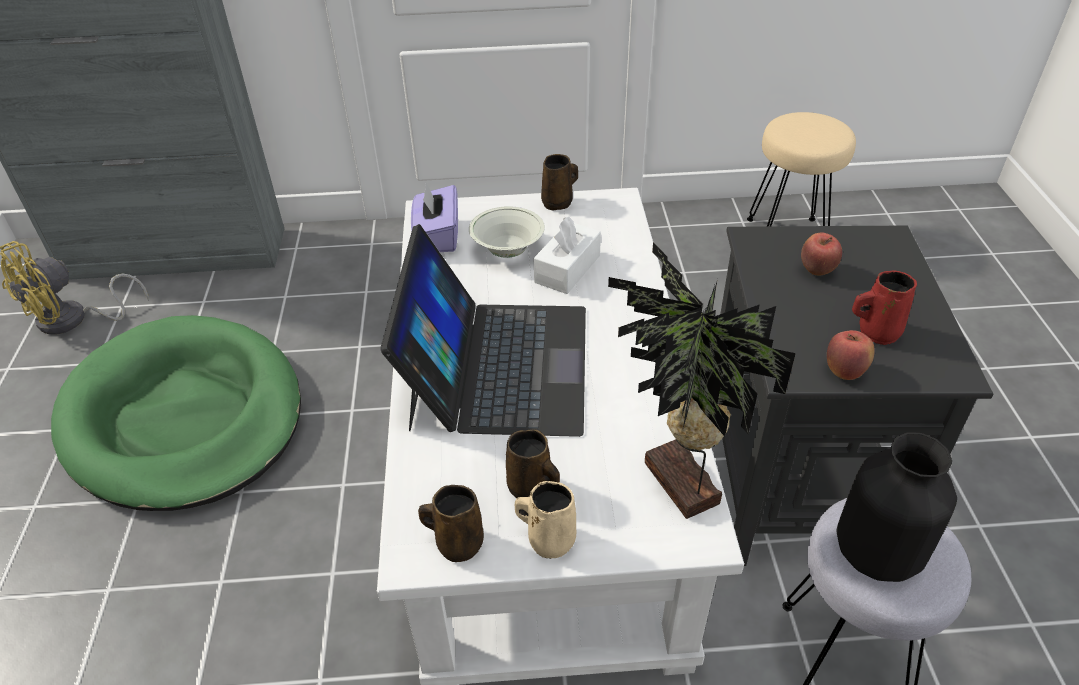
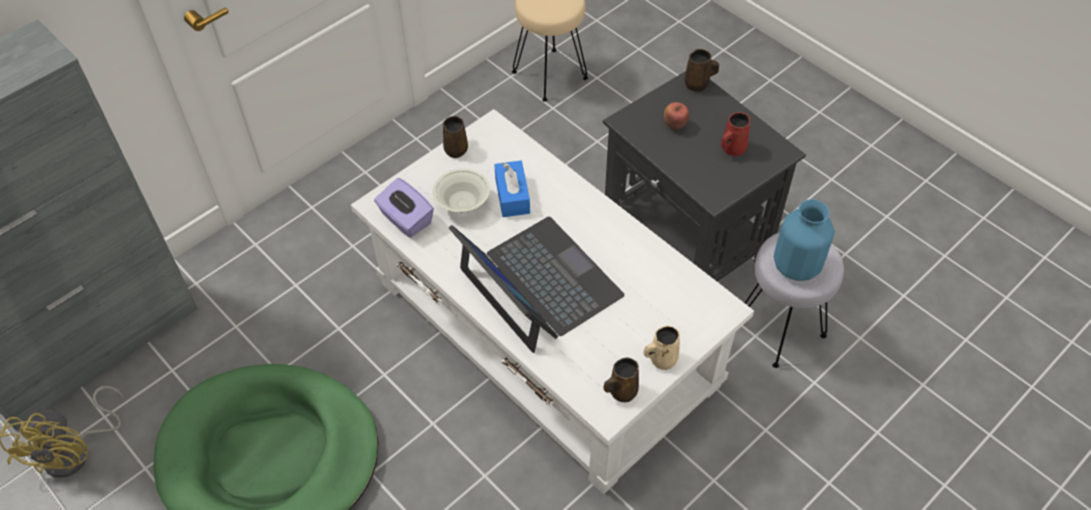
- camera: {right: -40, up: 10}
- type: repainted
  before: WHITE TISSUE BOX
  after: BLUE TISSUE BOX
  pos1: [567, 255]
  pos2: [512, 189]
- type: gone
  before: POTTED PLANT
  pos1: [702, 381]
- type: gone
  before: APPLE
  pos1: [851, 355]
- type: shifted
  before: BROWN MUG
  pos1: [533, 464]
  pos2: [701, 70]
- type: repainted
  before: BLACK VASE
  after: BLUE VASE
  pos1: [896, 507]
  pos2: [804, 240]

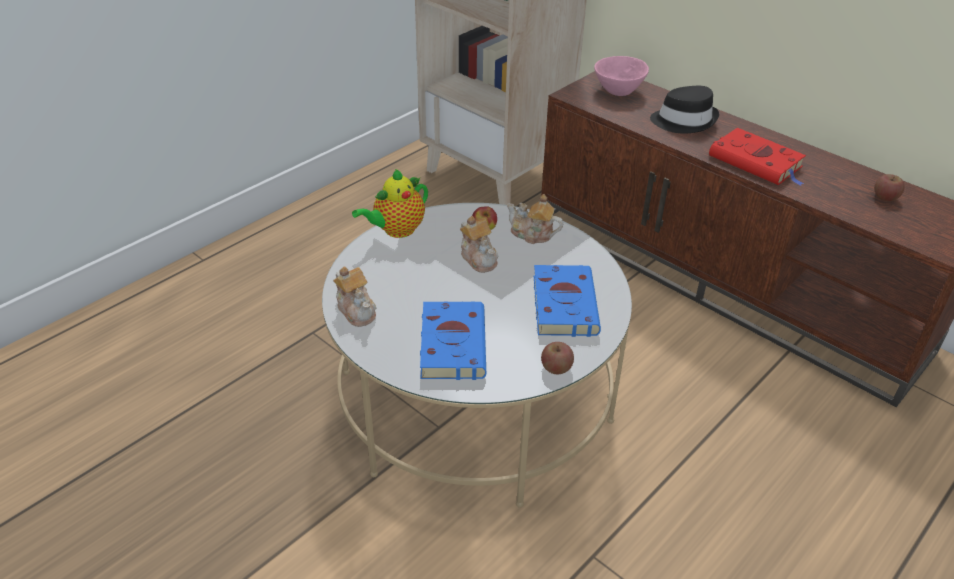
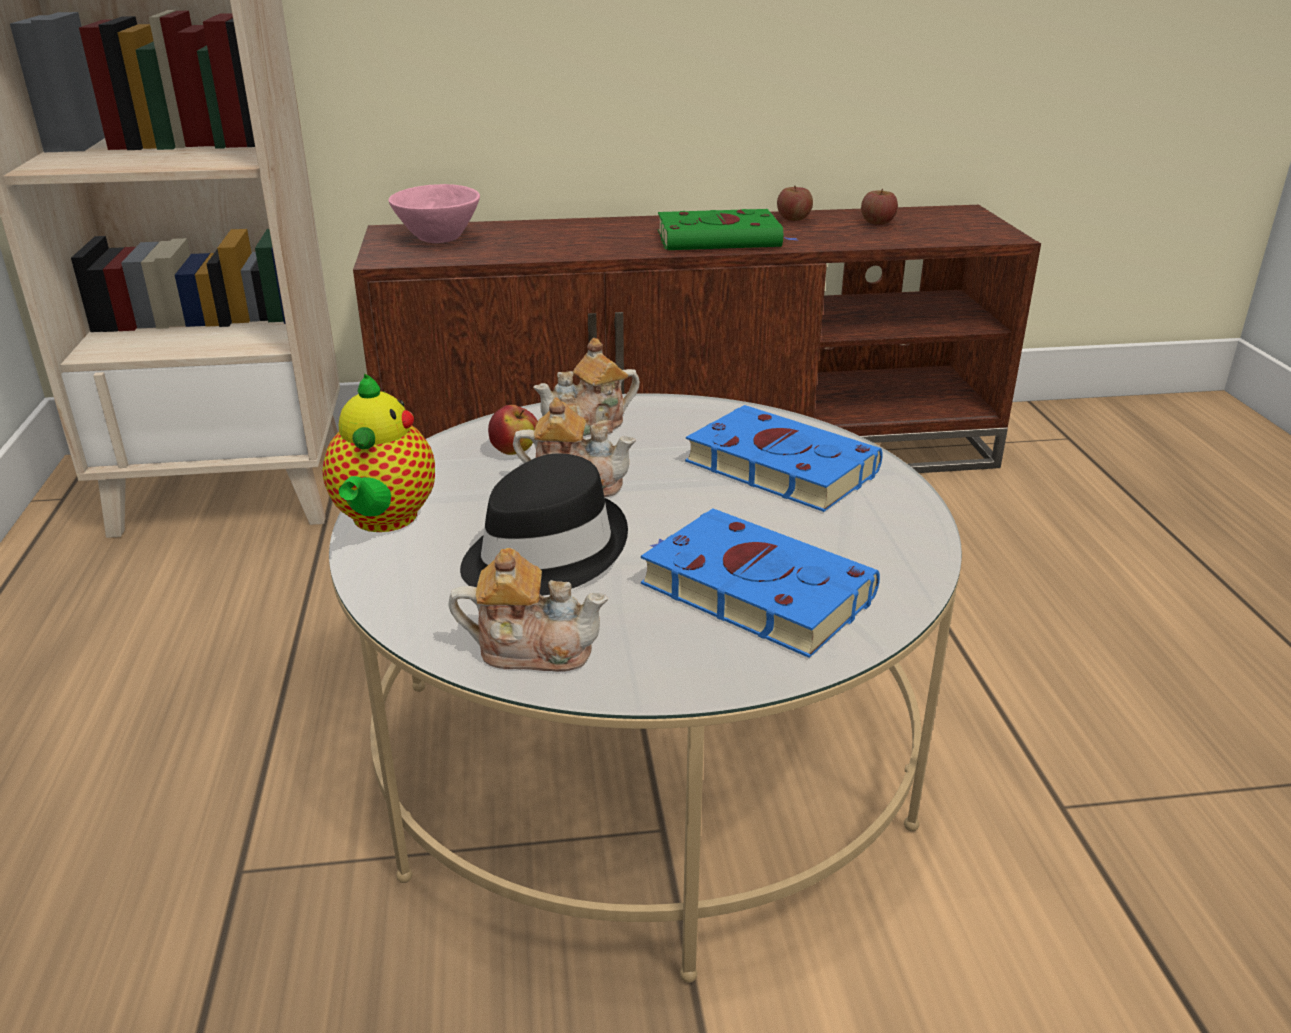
- camera: {right: -50, up: -10}
- type: shifted
  before: BLACK HAT
  pos1: [684, 110]
  pos2: [544, 525]
- type: repainted
  before: RED BOOK
  after: GREEN BOOK
  pos1: [757, 157]
  pos2: [727, 229]
- type: shifted
  before: APPLE
  pos1: [557, 358]
  pos2: [795, 203]

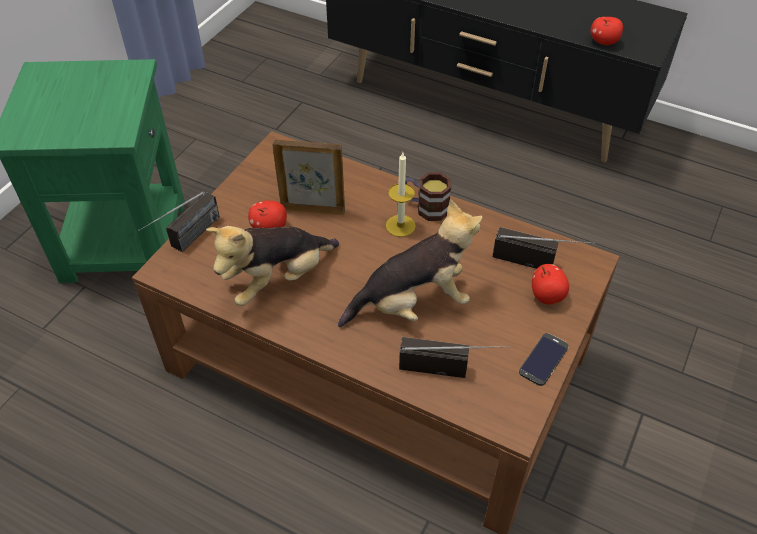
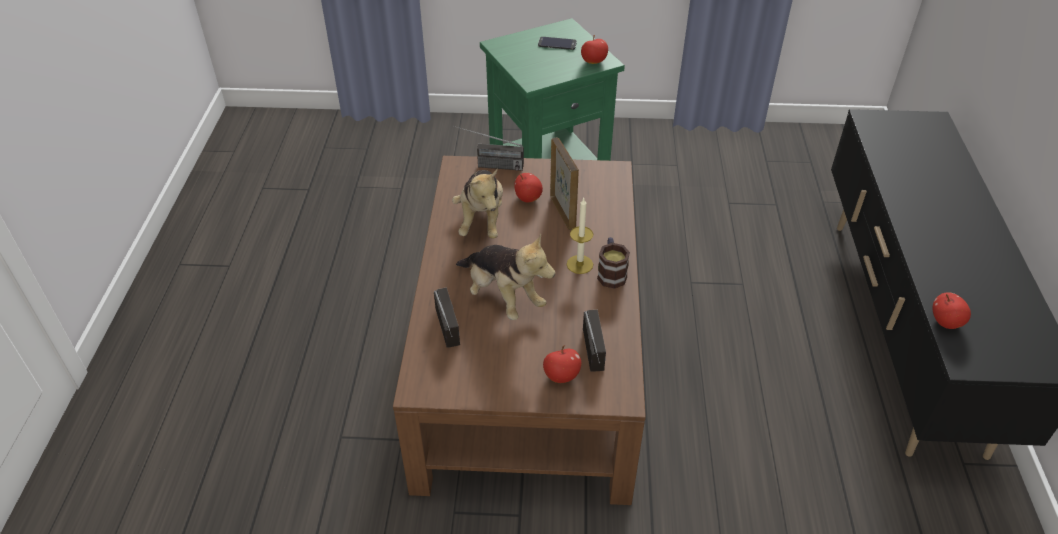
- camera: {right: 65, up: -5}
- type: rotated
  before: PLUSH TOY
  pos1: [272, 266]
  pos2: [477, 203]
  turn: -120
- type: shifted
  before: PHONE
  pos1: [544, 359]
  pos2: [557, 43]
- type: new
  after: APPLE
  pos2: [594, 49]

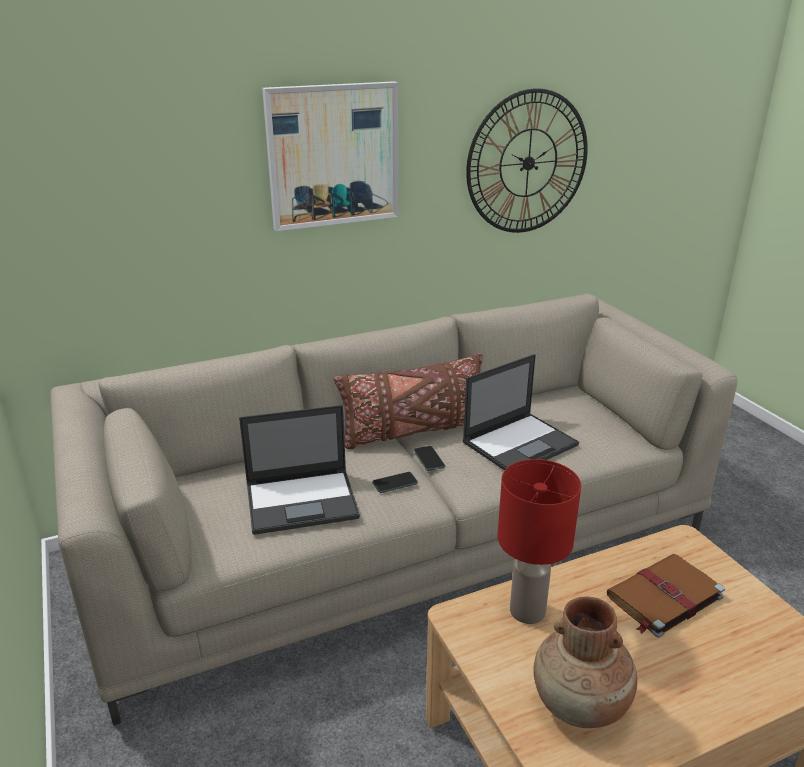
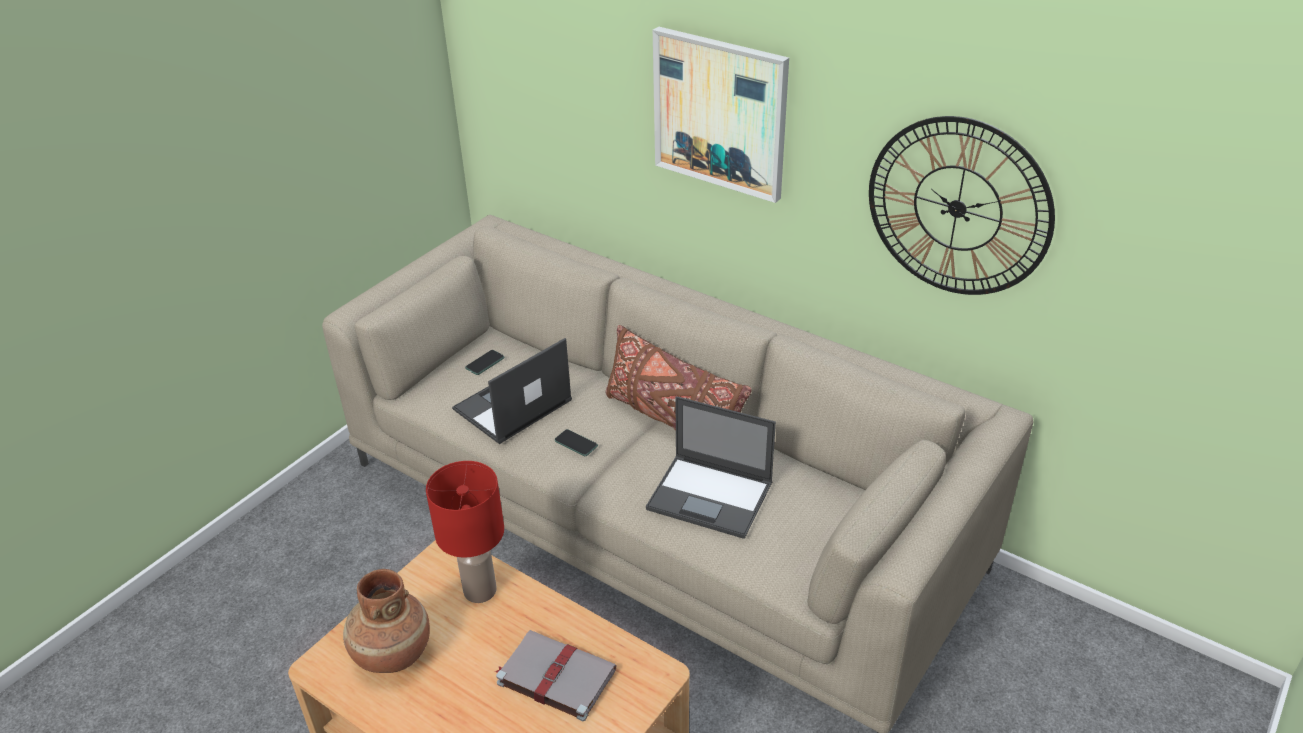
- camera: {right: 60, up: 10}
- type: rotated
  before: LAPTOP
  pos1: [299, 470]
  pos2: [512, 391]
  turn: 90
- type: shifted
  before: PHONE
  pos1: [429, 458]
  pos2: [484, 362]
- type: repainted
  before: BROWN BOOK
  after: GREY BOOK
  pos1: [666, 596]
  pos2: [556, 675]

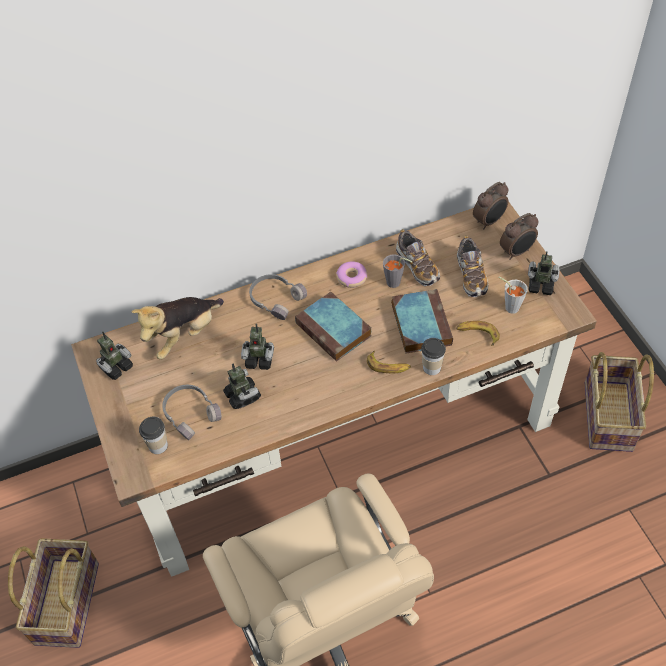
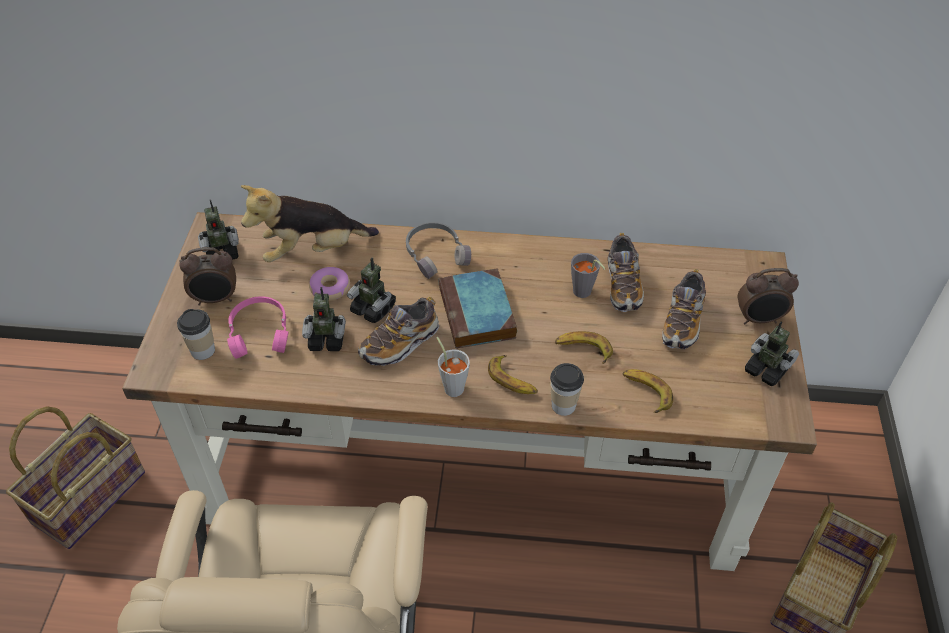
- camera: {right: 25, up: -5}
- type: shifted
  before: ALARM CLOCK
  pos1: [490, 205]
  pos2: [207, 276]
- type: shifted
  before: DONUT
  pos1: [351, 274]
  pos2: [329, 284]
- type: shifted
  before: GREY CUP
  pos1: [513, 295]
  pos2: [453, 367]
- type: swapped
  before: BOOK
  after: BANANA
  pos1: [422, 321]
  pos2: [584, 347]
- type: rotated
  before: TOY ROBOT
  pos1: [242, 386]
  pos2: [324, 319]
  turn: 90
- type: repainted
  before: GREY HEADPHONES
  after: PINK HEADPHONES
  pos1: [191, 412]
  pos2: [257, 327]
- type: new
  after: SHOE
  pos2: [399, 331]

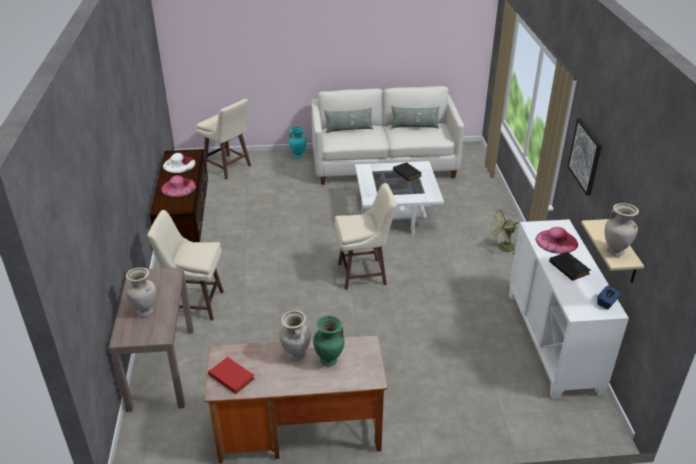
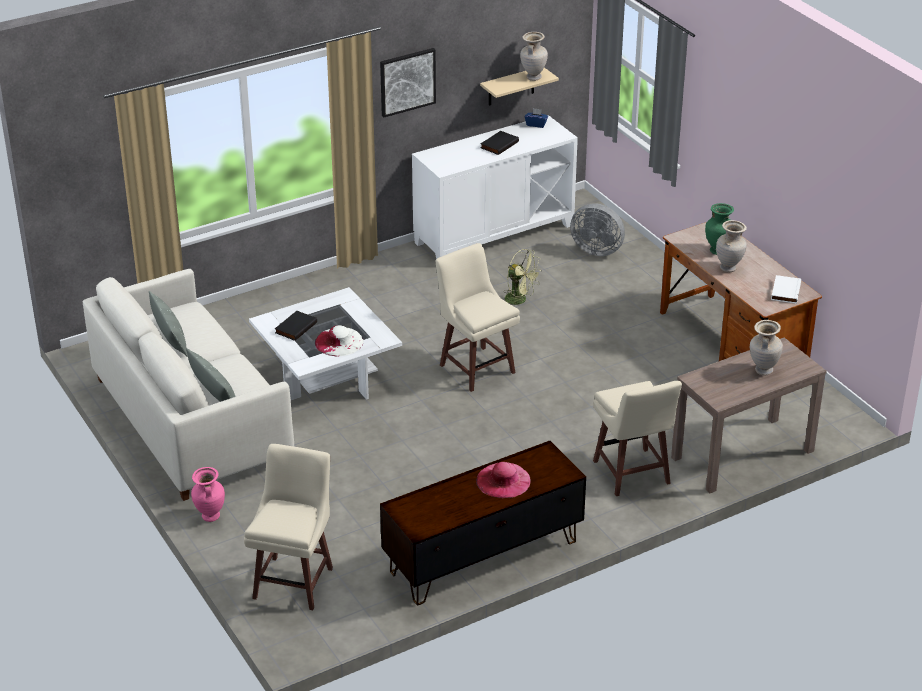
- camera: {right: -115, up: 0}
- type: repainted
  before: TURQUOISE VASE
  after: PINK VASE
  pos1: [298, 142]
  pos2: [208, 494]
- type: shifted
  before: WHITE HAT
  pos1: [179, 163]
  pos2: [339, 340]
- type: shifted
  before: GREEN FAN
  pos1: [503, 232]
  pos2: [523, 277]
- type: gone
  before: PINK HAT
  pos1: [557, 240]
- type: repainted
  before: RED BOOK
  after: WHITE BOOK
  pos1: [231, 375]
  pos2: [786, 289]
- type: new
  after: GREY FAN
  pos2: [597, 229]

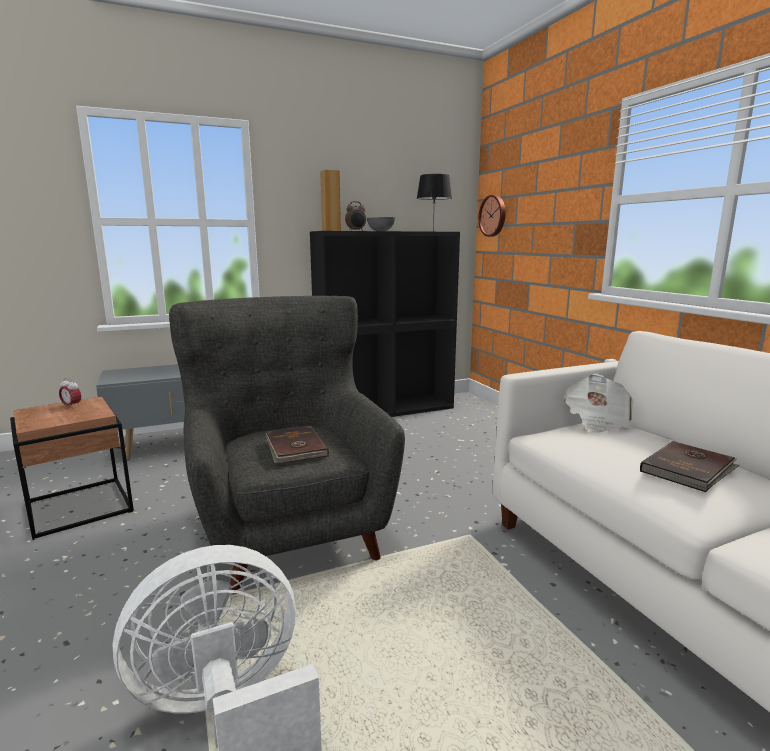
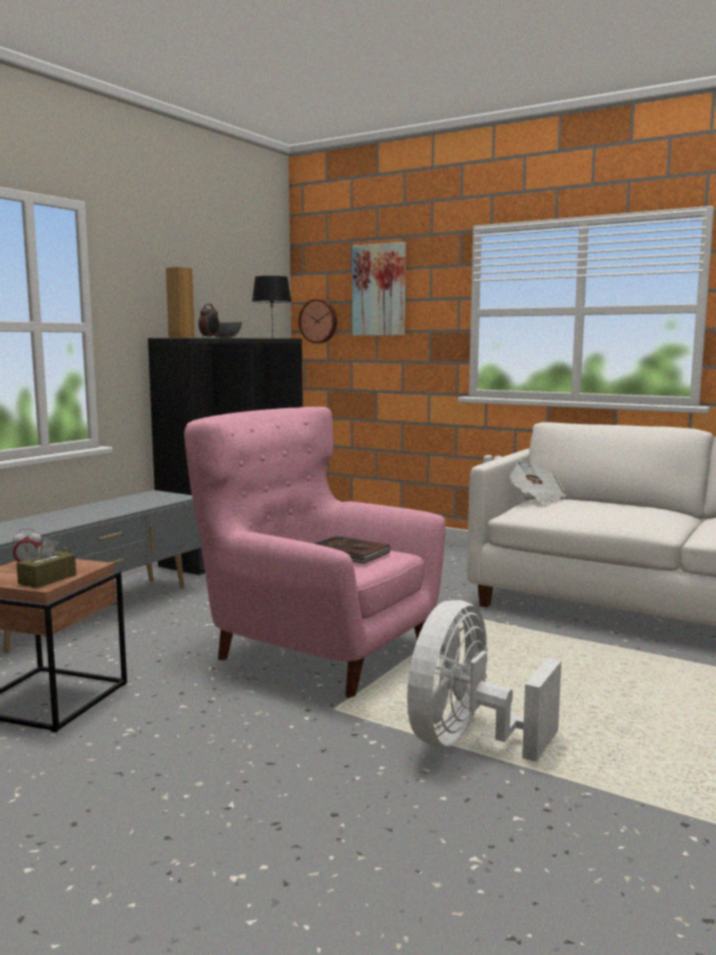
- camera: {right: -35, up: -5}
- type: repainted
  before: GREY ARMCHAIR
  after: PINK ARMCHAIR
  pos1: [287, 445]
  pos2: [315, 552]
- type: gone
  before: BROWN BOOK
  pos1: [690, 466]
- type: new
  after: PICTURE
  pos2: [379, 289]
- type: new
  after: BROWN TISSUE BOX
  pos2: [46, 563]

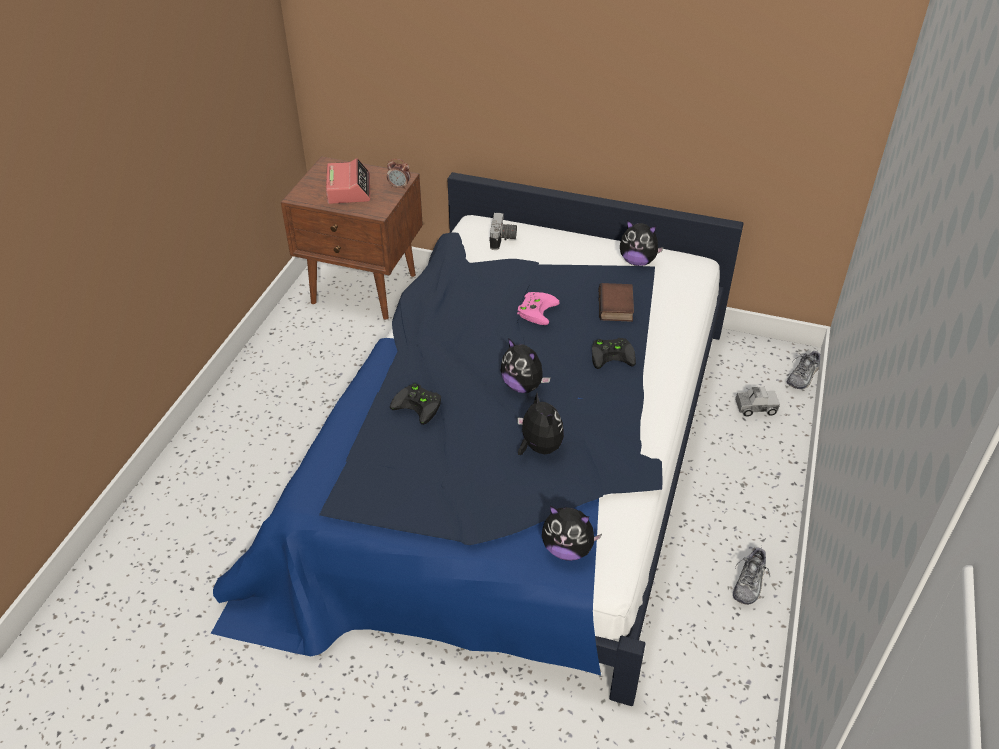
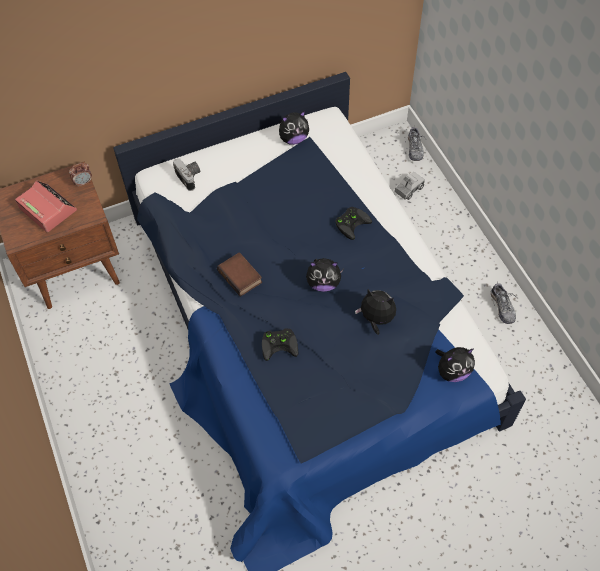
- camera: {right: -40, up: 15}
- type: shifted
  before: BOOK
  pos1: [616, 302]
  pos2: [239, 274]
- type: gone
  before: PINK GAME CONTROLLER
  pos1: [538, 308]

